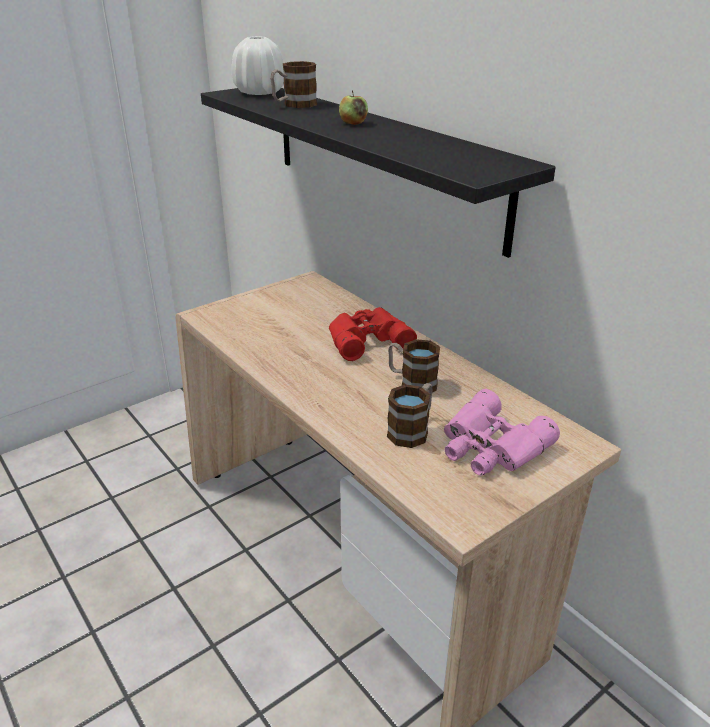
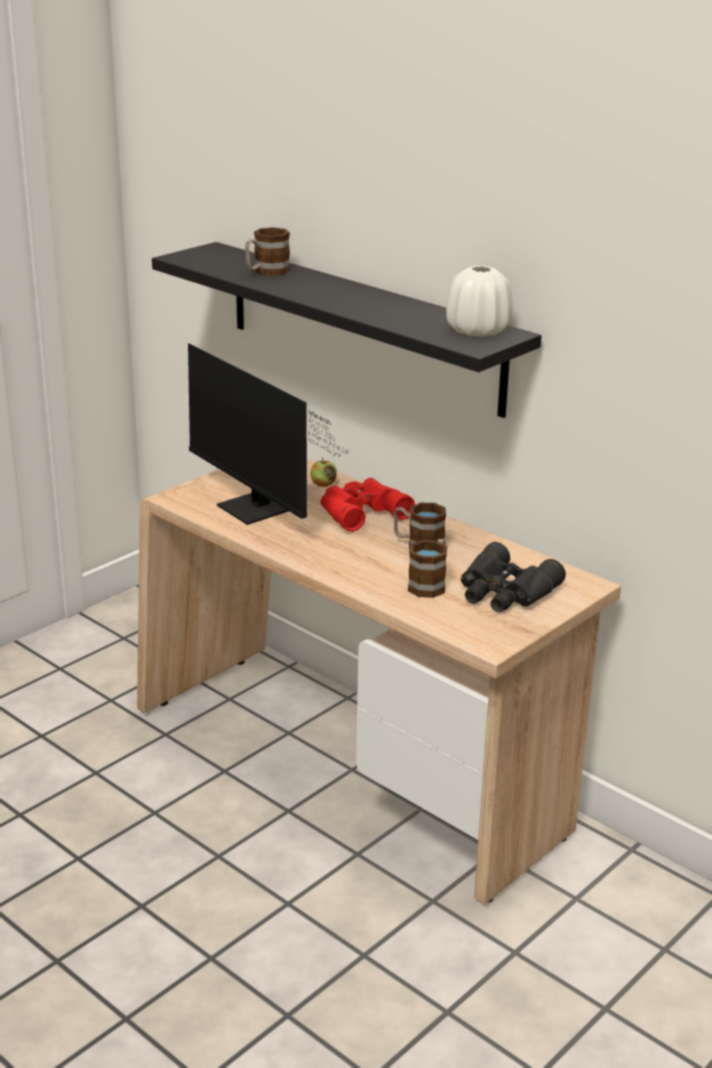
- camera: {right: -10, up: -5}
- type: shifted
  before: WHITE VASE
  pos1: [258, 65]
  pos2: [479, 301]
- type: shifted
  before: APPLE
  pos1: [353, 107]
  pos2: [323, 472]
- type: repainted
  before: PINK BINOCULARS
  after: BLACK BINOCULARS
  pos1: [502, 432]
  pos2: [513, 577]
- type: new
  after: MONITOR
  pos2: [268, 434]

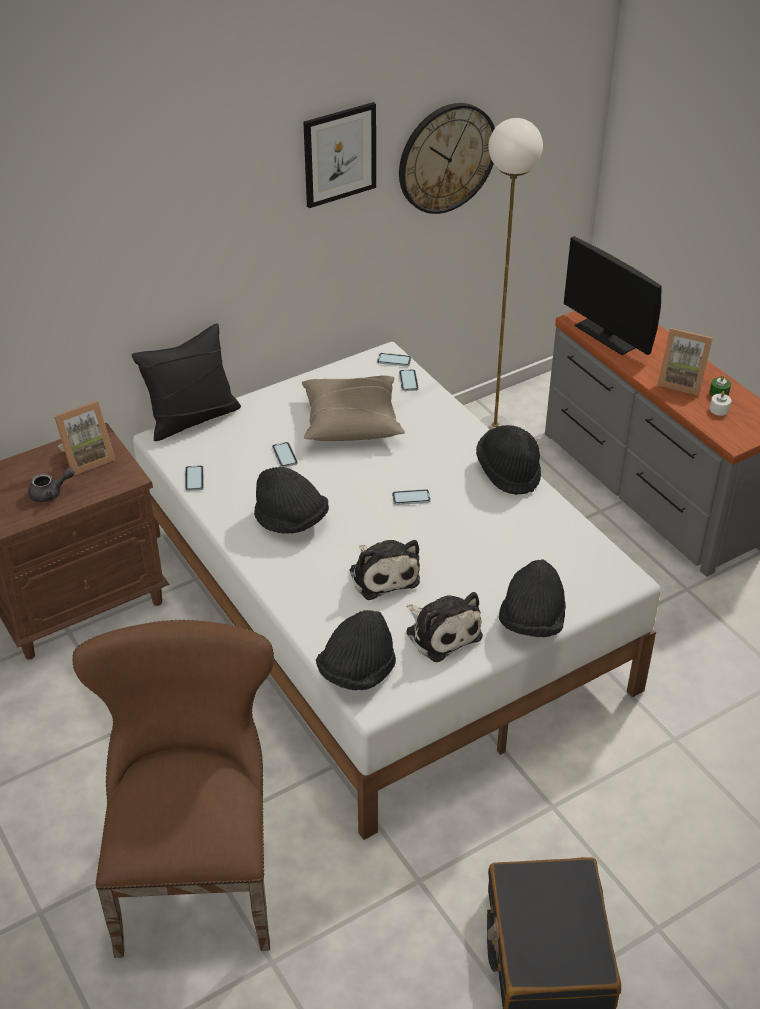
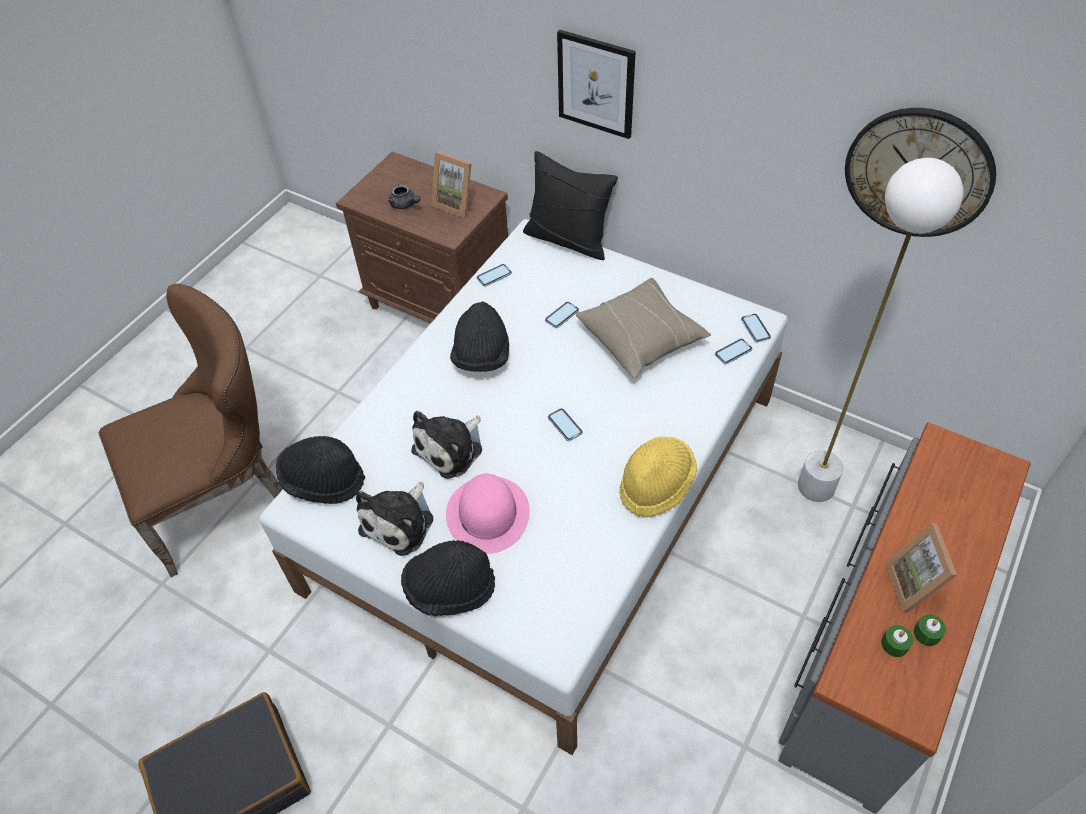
- camera: {right: 65, up: 10}
- type: shifted
  before: PICTURE
  pos1: [339, 155]
  pos2: [596, 84]
- type: gone
  before: MONITOR
  pos1: [613, 295]
- type: repainted
  before: WHITE CANDLE
  after: GREEN CANDLE
  pos1: [720, 403]
  pos2: [897, 641]
- type: repainted
  before: BLACK HAT
  after: YELLOW HAT
  pos1: [508, 460]
  pos2: [658, 477]
- type: new
  after: PINK HAT
  pos2: [488, 514]

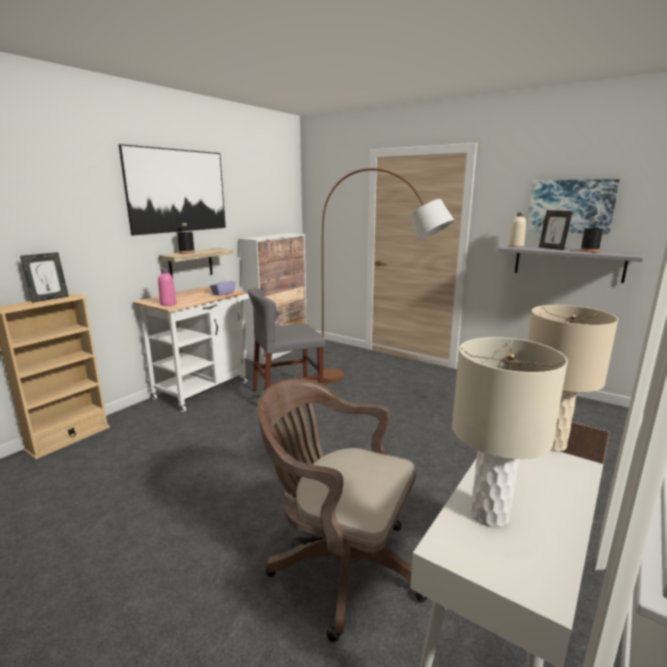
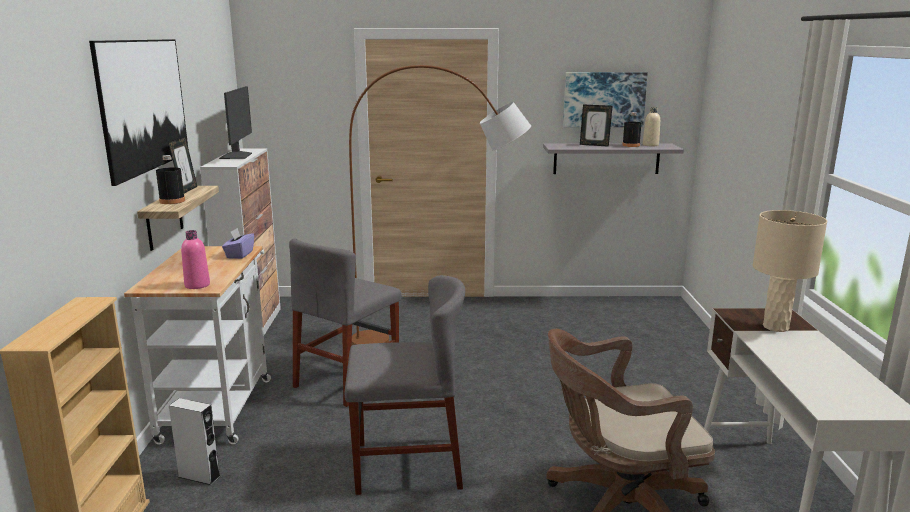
- camera: {right: -35, up: 0}
- type: shifted
  before: BEIGE BOTTLE
  pos1: [517, 229]
  pos2: [651, 127]
- type: shifted
  before: PICTURE FRAME
  pos1: [44, 277]
  pos2: [182, 164]
- type: gone
  before: BEIGE TABLE LAMP
  pos1: [510, 432]
- type: new
  after: MONITOR
  pos2: [235, 122]
- type: new
  after: GREY CHAIR
  pos2: [405, 385]
- type: new
  after: GREY SPEAKER
  pos2: [194, 441]

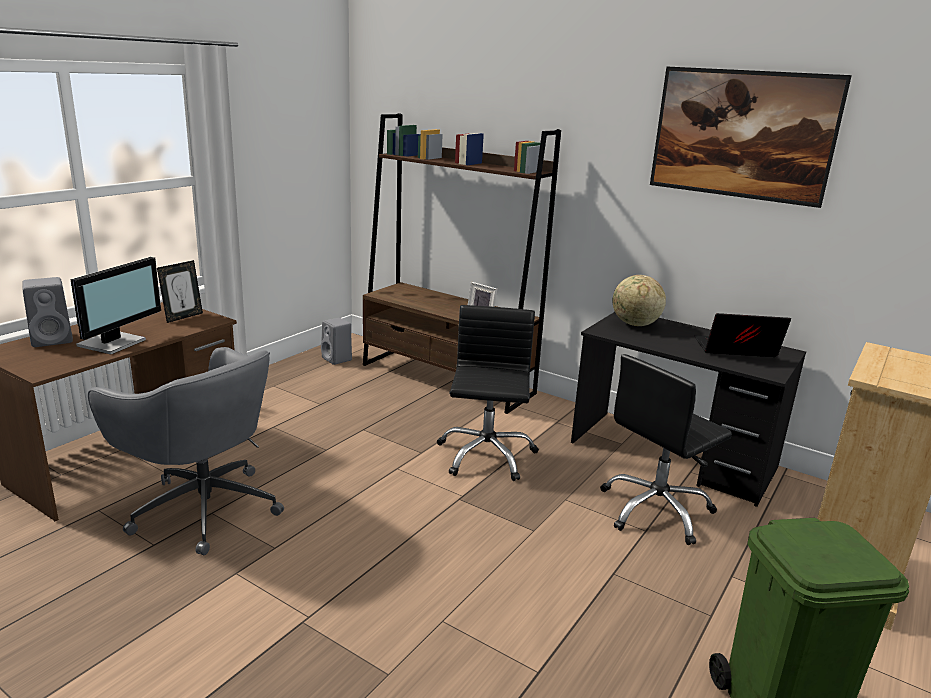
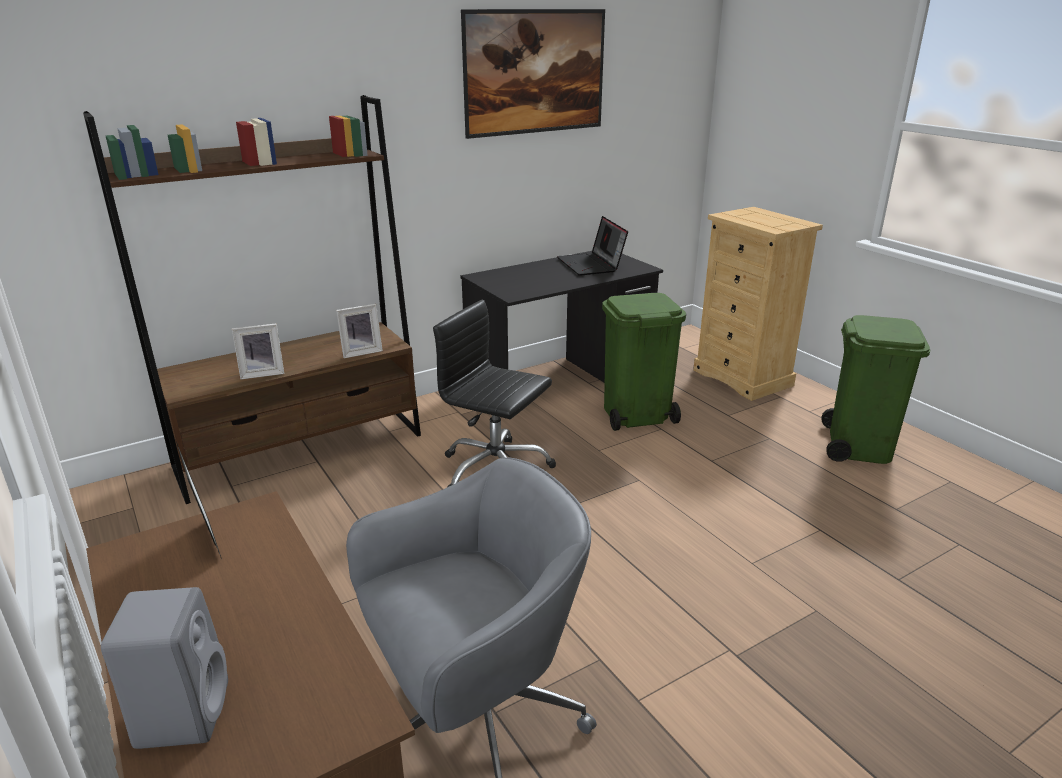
- camera: {right: -65, up: 5}
- type: gone
  before: MONITOR
  pos1: [115, 305]
- type: gone
  before: GLOBE
  pos1: [639, 300]
- type: rotated
  before: LAPTOP
  pos1: [743, 335]
  pos2: [592, 246]
  turn: -45
- type: gone
  before: GREY SPEAKER
  pos1: [336, 341]
- type: swapped
  before: BLACK OFFICE CHAIR
  after: GREEN TRASH CAN
  pos1: [666, 449]
  pos2: [644, 362]
- type: new
  after: PICTURE FRAME
  pos2: [258, 351]

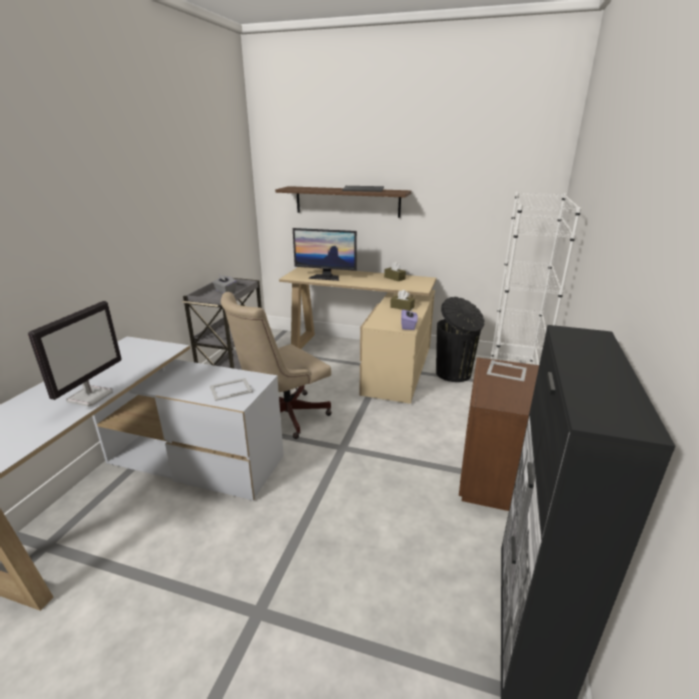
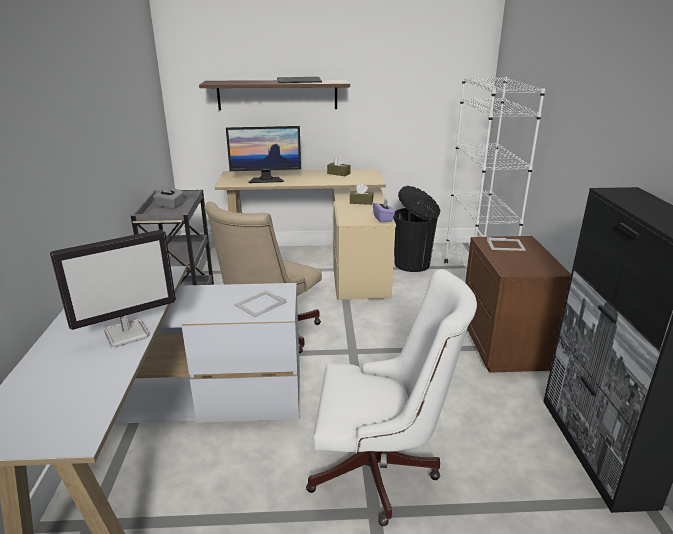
- camera: {right: -20, up: 0}
- type: rotated
  before: MONITOR
  pos1: [75, 354]
  pos2: [113, 288]
  turn: 60
- type: new
  after: WHITE OFFICE CHAIR
  pos2: [391, 397]

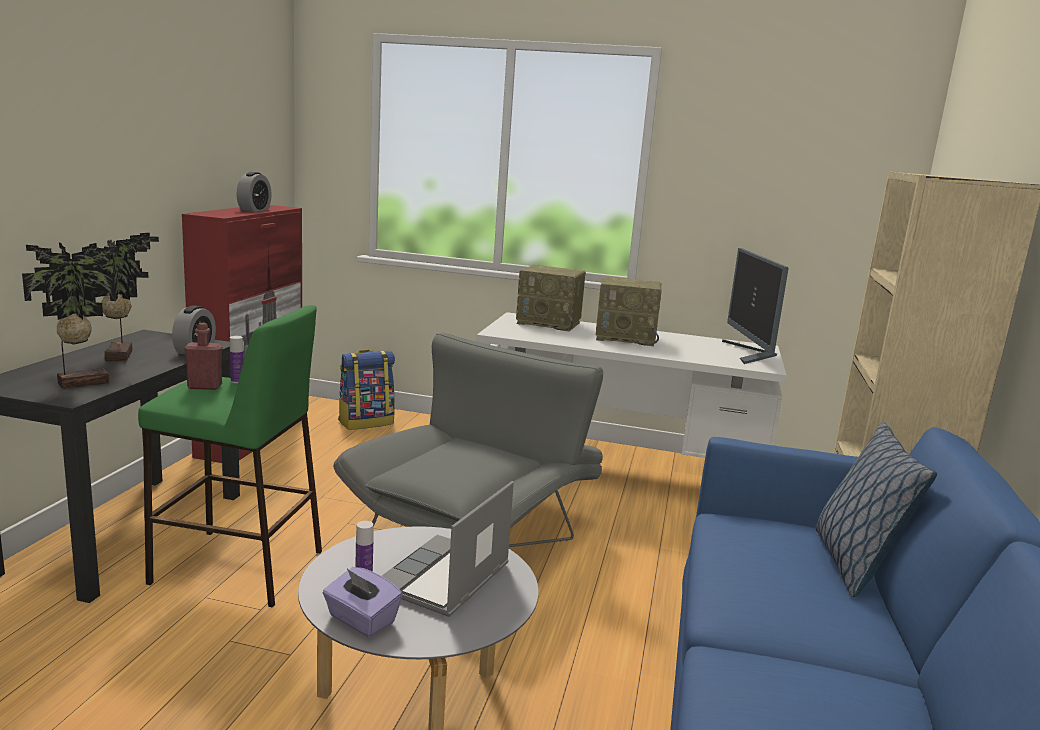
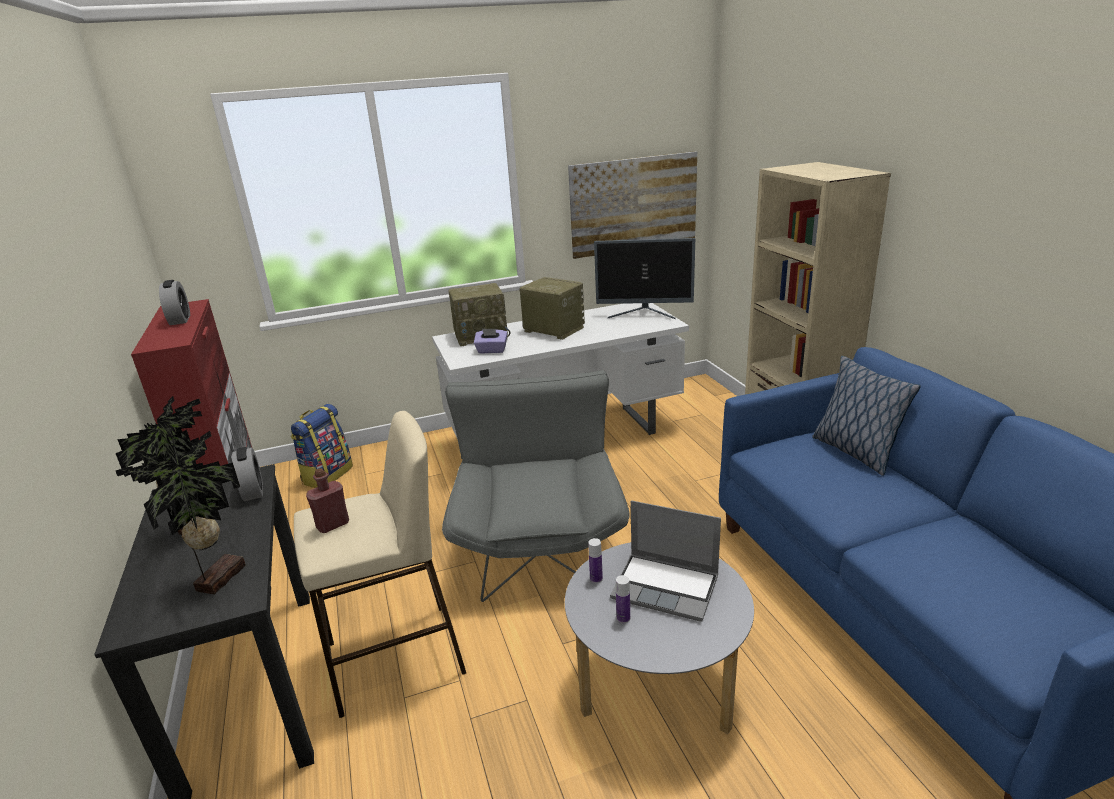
- camera: {right: -30, up: 10}
- type: rotated
  before: MONITOR
  pos1: [755, 306]
  pos2: [644, 279]
  turn: -45
- type: rotated
  before: RADIO
  pos1: [629, 311]
  pos2: [552, 308]
  turn: -120
- type: repainted
  before: GREEN STOOL
  after: BEIGE STOOL
  pos1: [230, 456]
  pos2: [380, 564]
- type: shifted
  before: BOTTLE
  pos1: [237, 359]
  pos2: [595, 560]
- type: rotated
  before: LAPTOP
  pos1: [448, 549]
  pos2: [665, 561]
  turn: -60
- type: shifted
  before: PURPLE TISSUE BOX
  pos1: [362, 602]
  pos2: [491, 341]
- type: new
  after: PICTURE
  pos2: [632, 205]

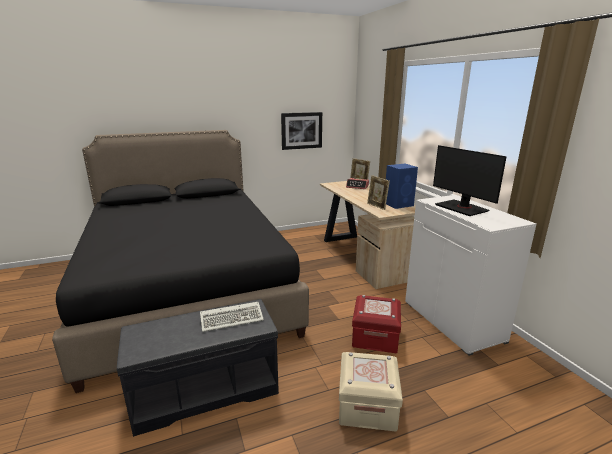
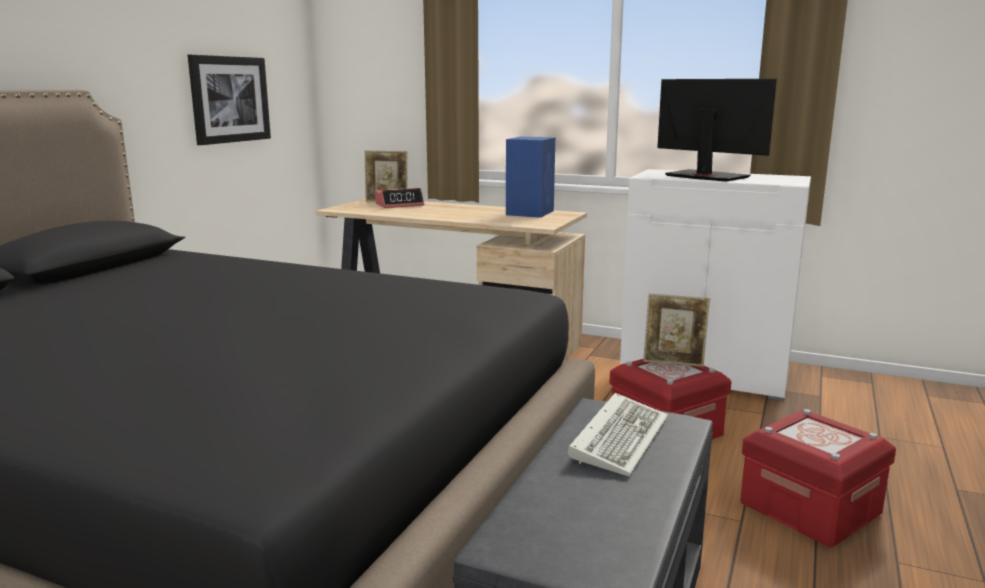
- camera: {right: -45, up: -5}
- type: rotated
  before: MONITOR
  pos1: [470, 180]
  pos2: [717, 130]
  turn: -150
- type: shifted
  before: PICTURE FRAME
  pos1: [378, 192]
  pos2: [676, 330]
- type: repainted
  before: BEIGE STORAGE BOX
  after: RED STORAGE BOX
  pos1: [371, 391]
  pos2: [818, 478]

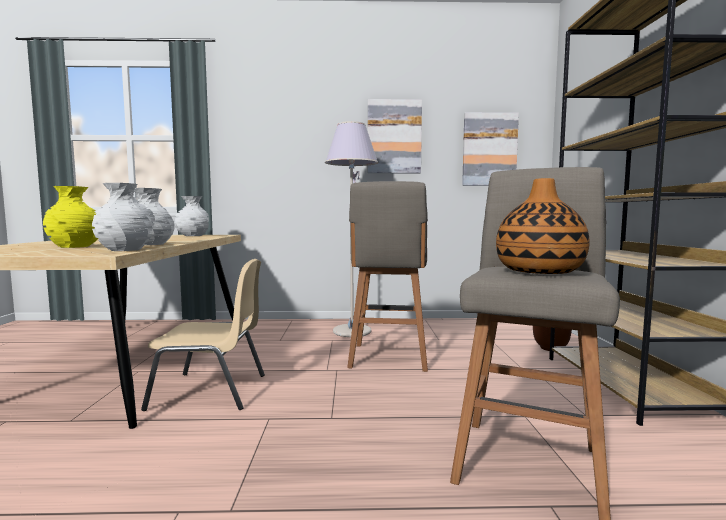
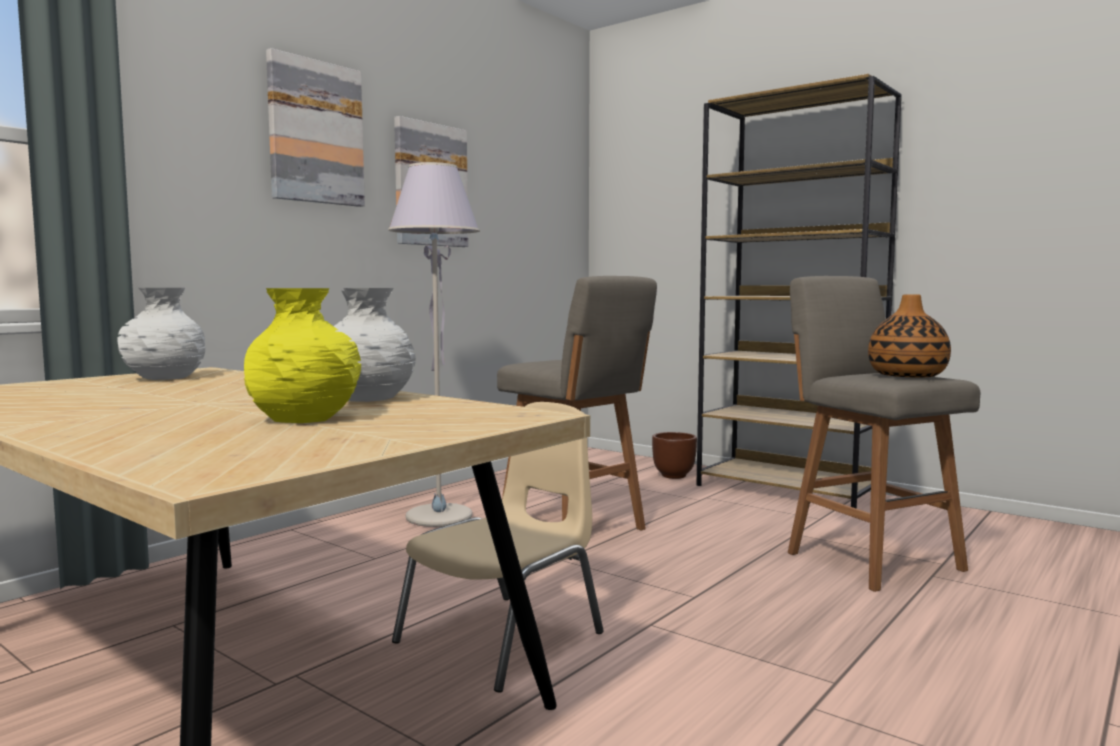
- camera: {right: -50, up: 0}
- type: shifted
  before: PICTURE
  pos1: [490, 149]
  pos2: [315, 127]
- type: gone
  before: WHITE VASE
  pos1: [123, 217]

